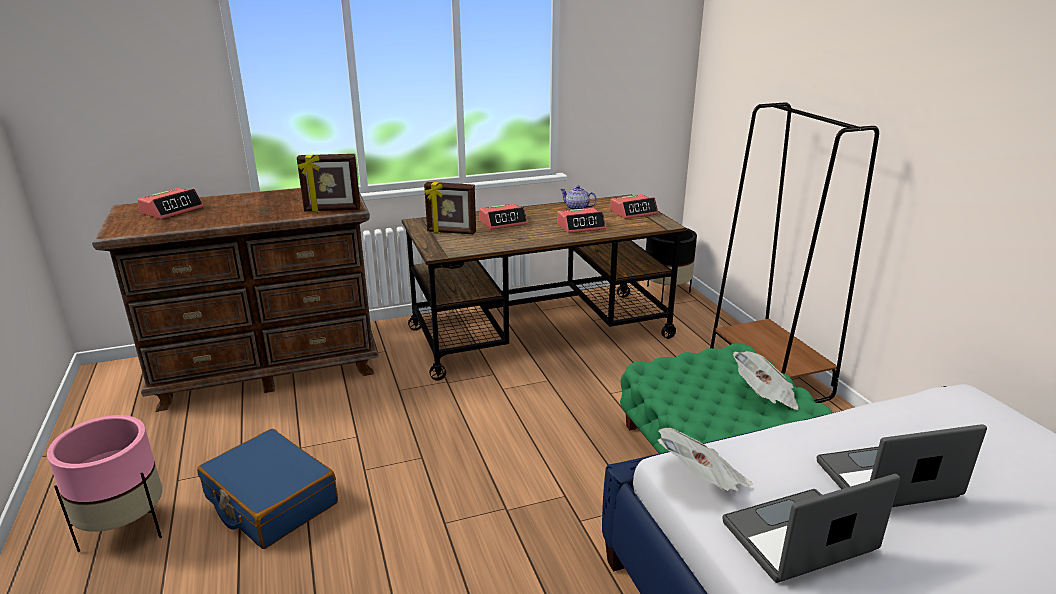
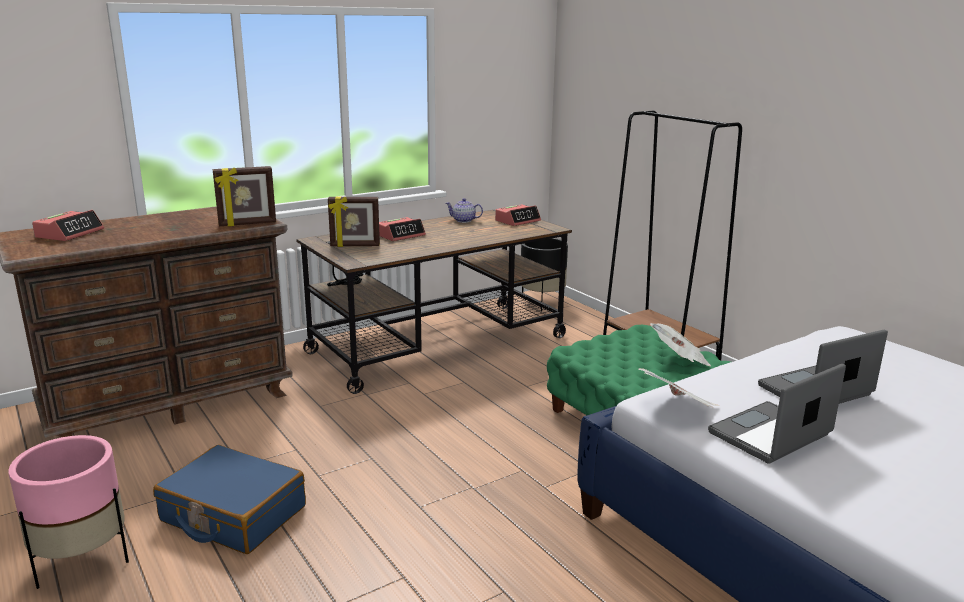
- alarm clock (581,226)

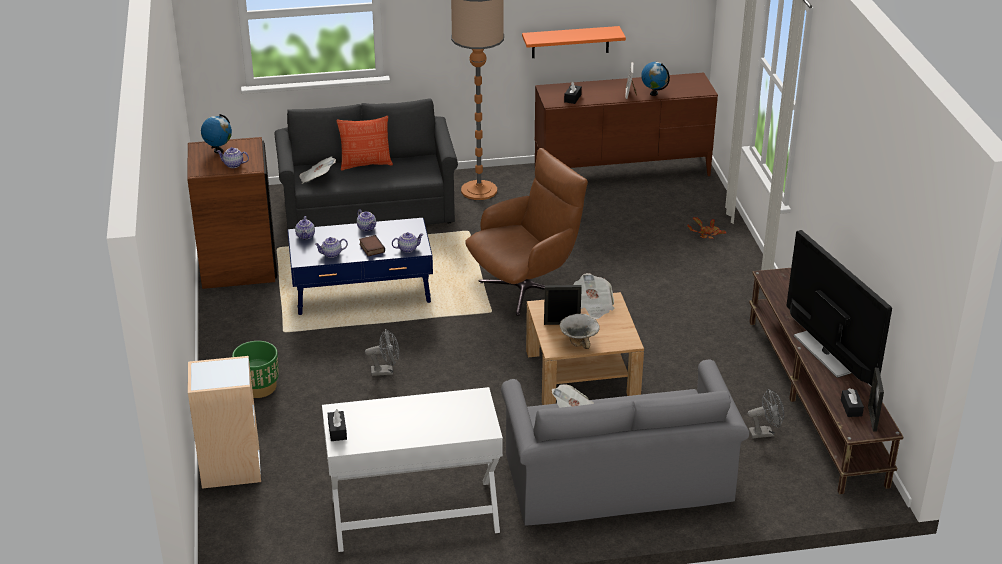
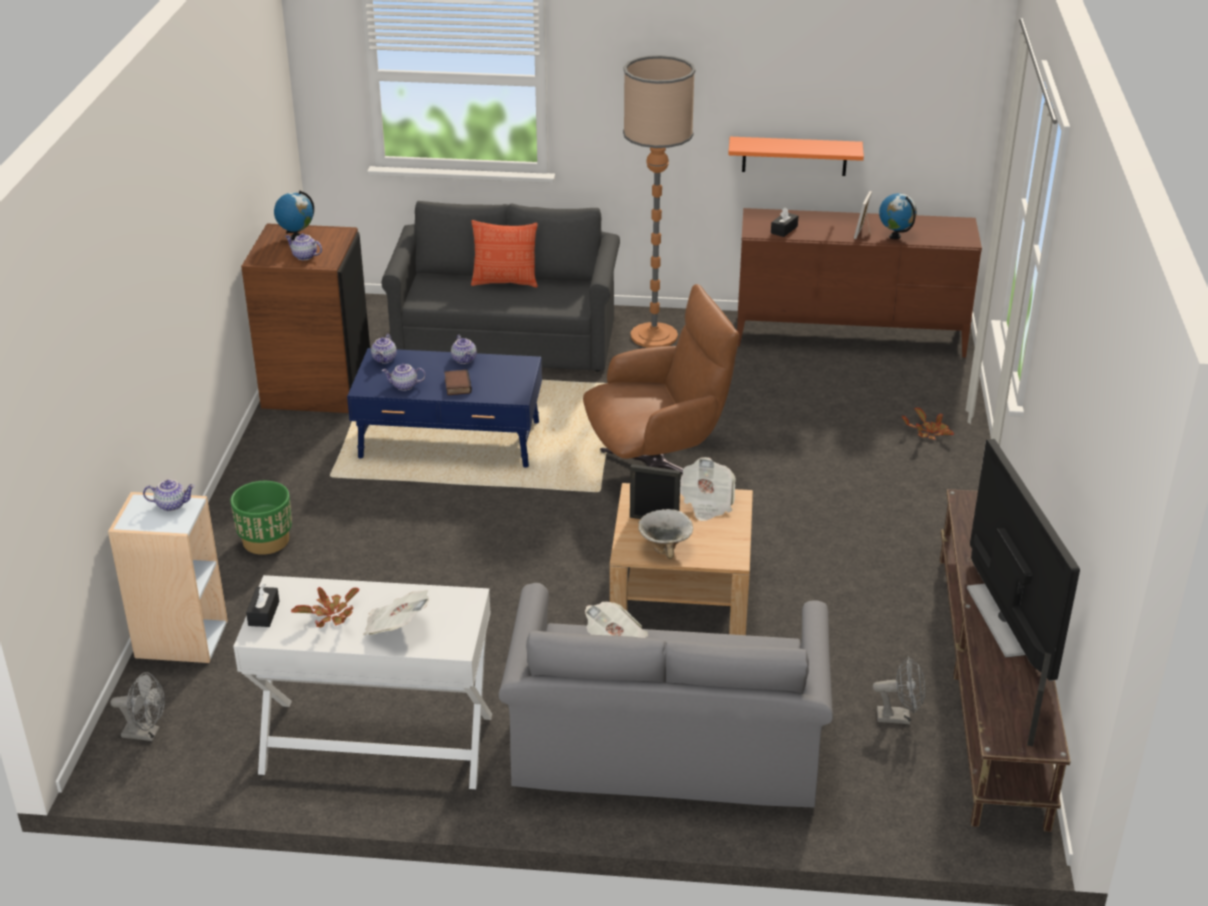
~ grey fan (386,371) to (146,733)
~ teapot (408,249) to (172,505)
+ potted plant (331,616)
~ newspaper (317,179) to (396,627)
- black tissue box (851,408)

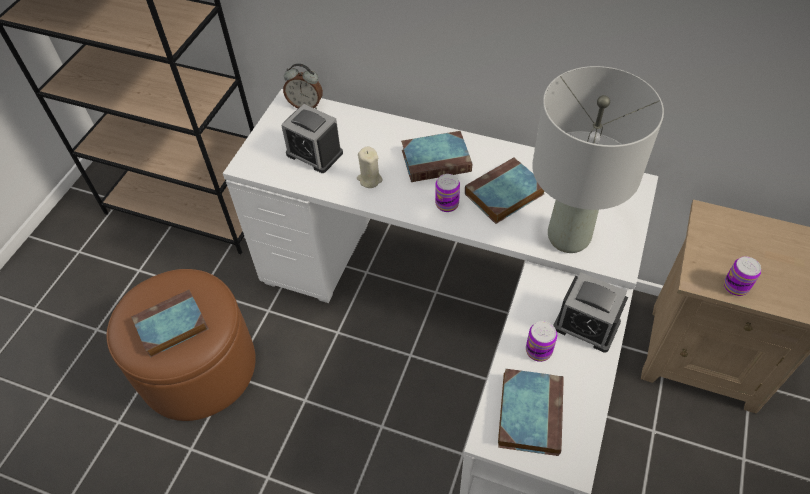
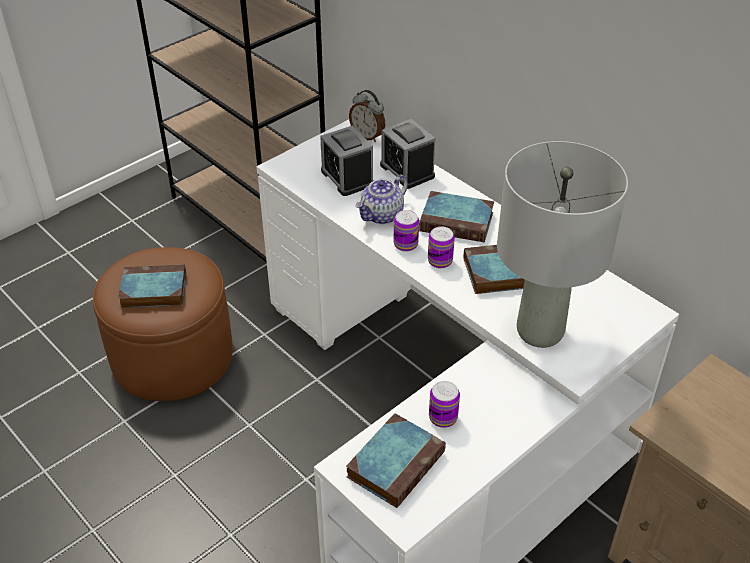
~ beige candle (369,179) to teapot (382,215)
~ alarm clock (586,325) to (407,171)
~ can (735,286) to (405,244)

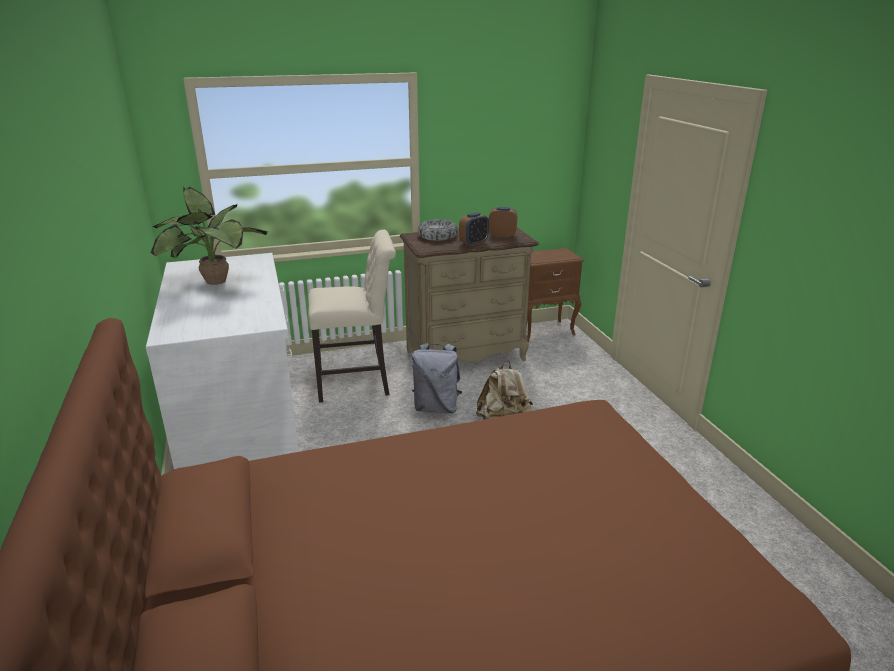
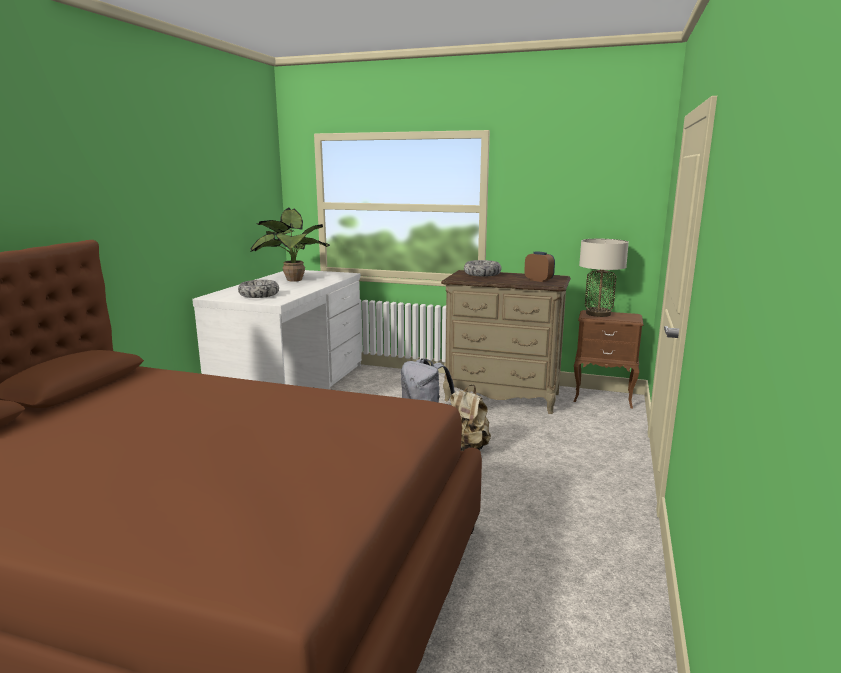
+ bowl (259,295)
+ table lamp (598,314)
- beige stool (358,383)
- alarm clock (473,243)

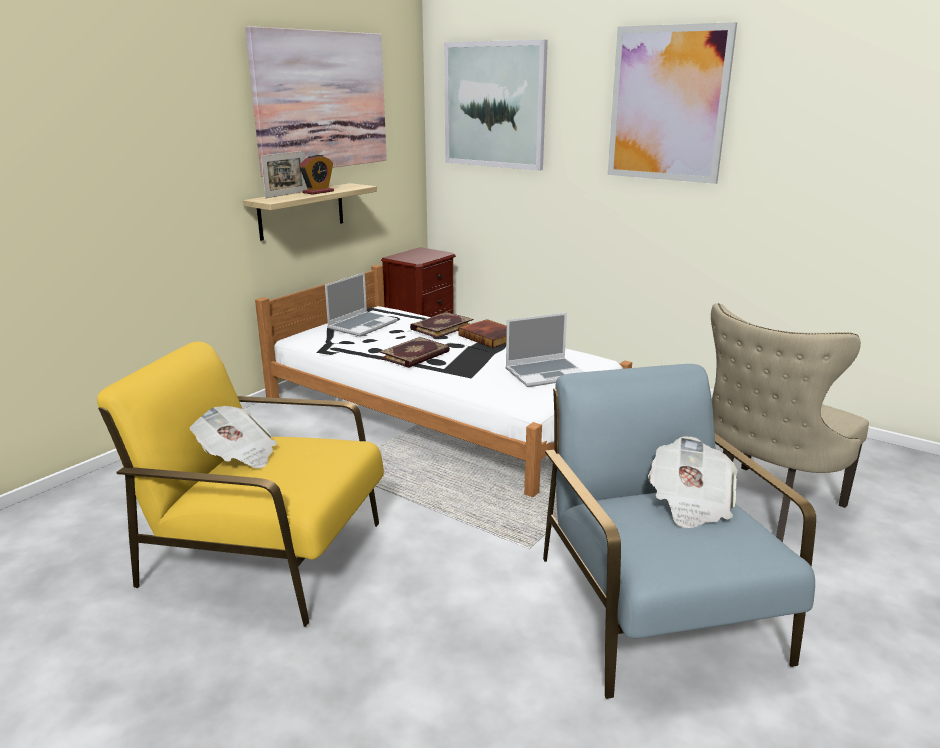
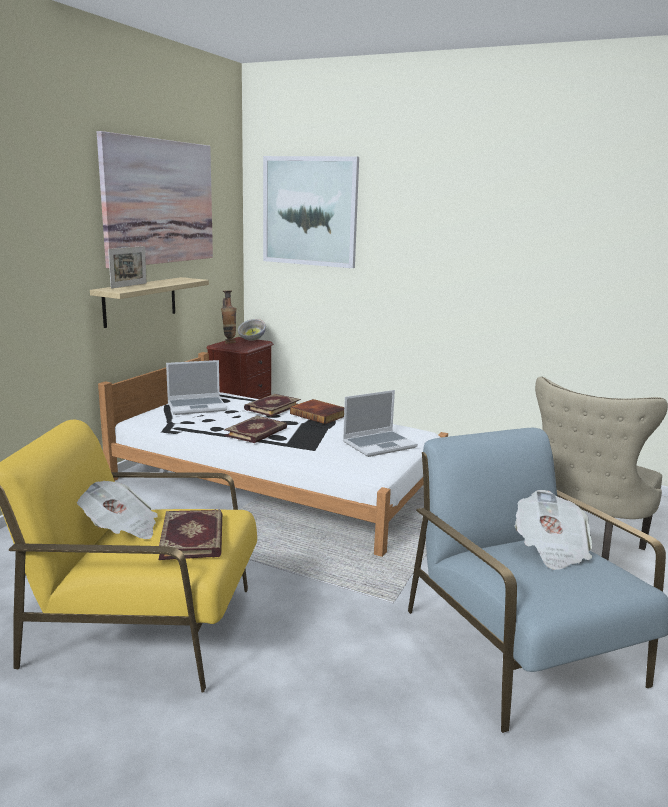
+ book (193,537)
~ laptop (362,325) = (197,406) 45 degrees clockwise
+ vase (229,343)
+ bowl (252,339)
- alarm clock (318,192)
- picture (668,104)

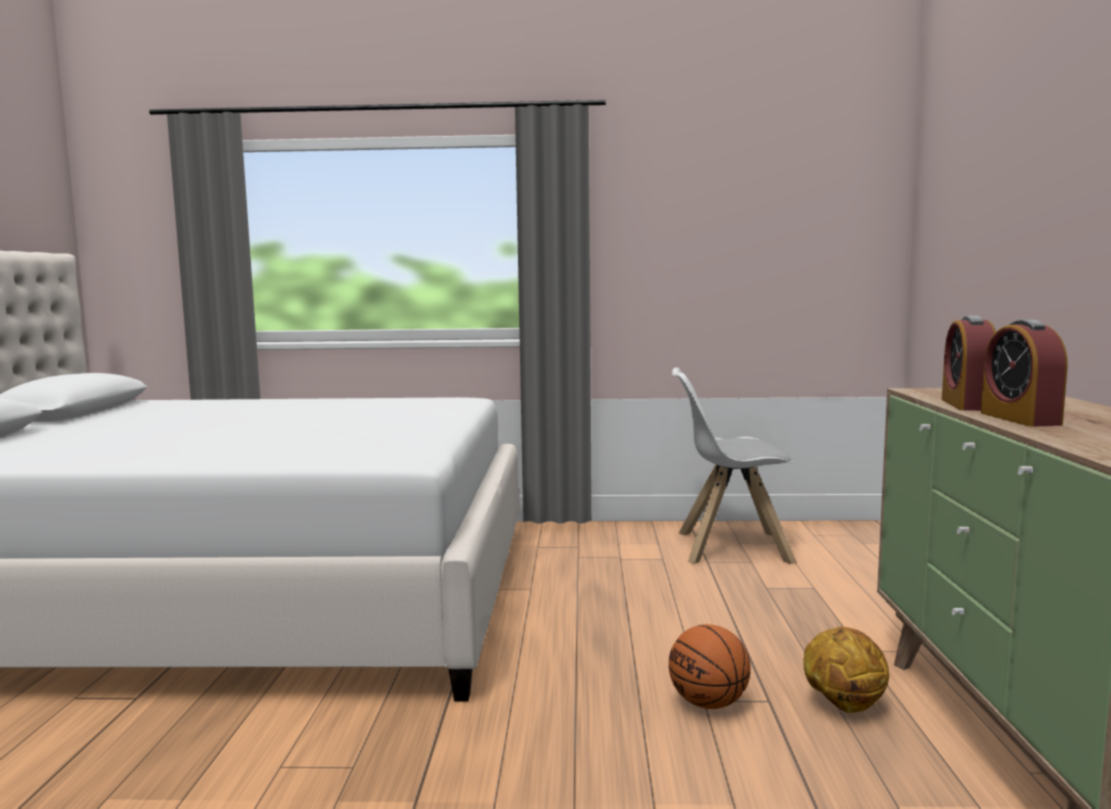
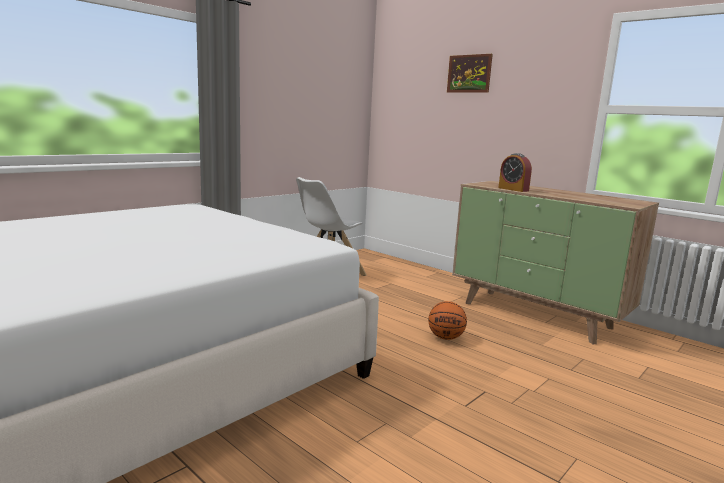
+ picture (469,73)
- basketball (843,704)
- alarm clock (1019,419)

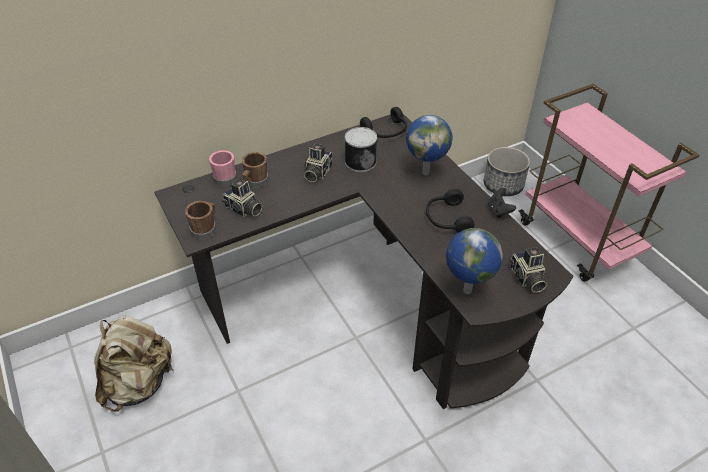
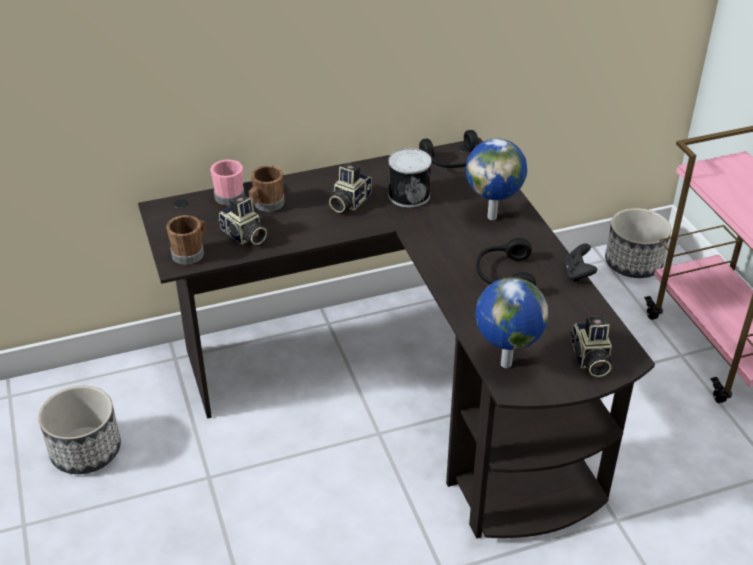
~ beige backpack (139,383) to planter (85,450)

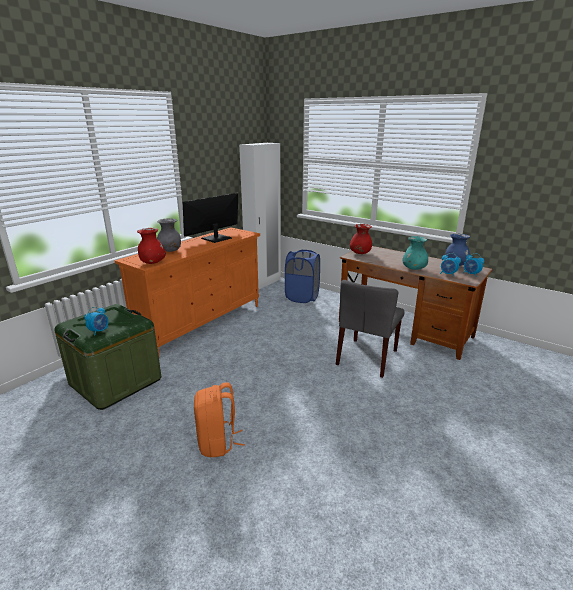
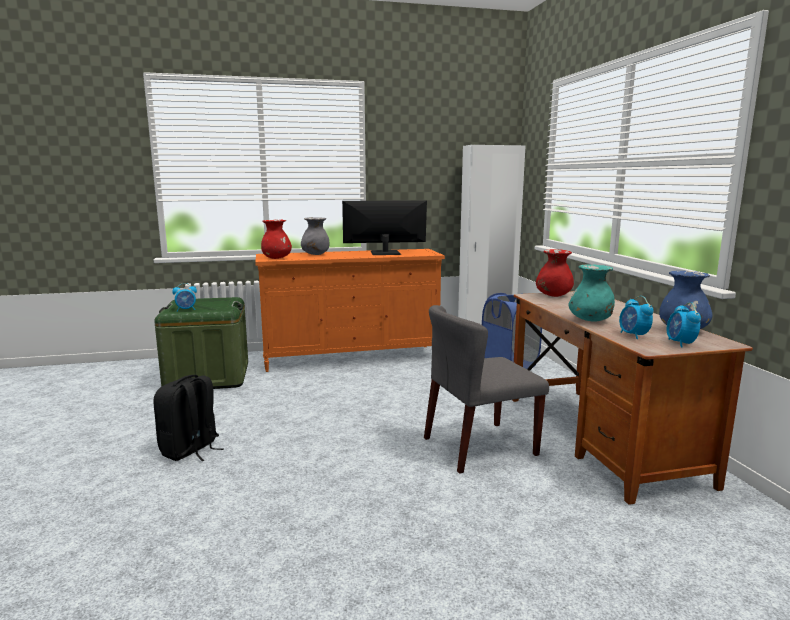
~ orange backpack (218,443) to black backpack (190,450)

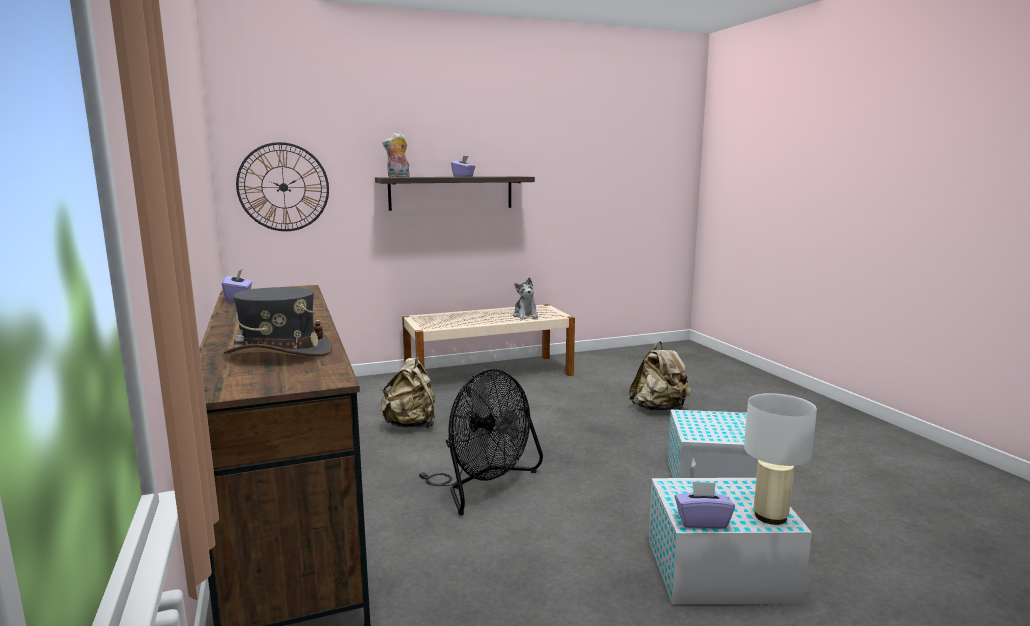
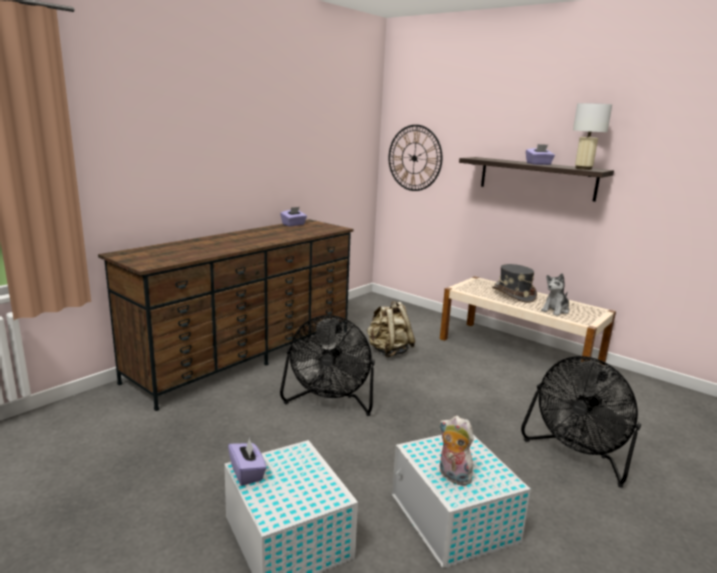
~ plush toy (398,177) to (452,476)
~ grey hat (278,352) to (513,295)
~ beige backpack (659,409) to black fan (575,452)
~ white table lamp (769,516) to (583,169)

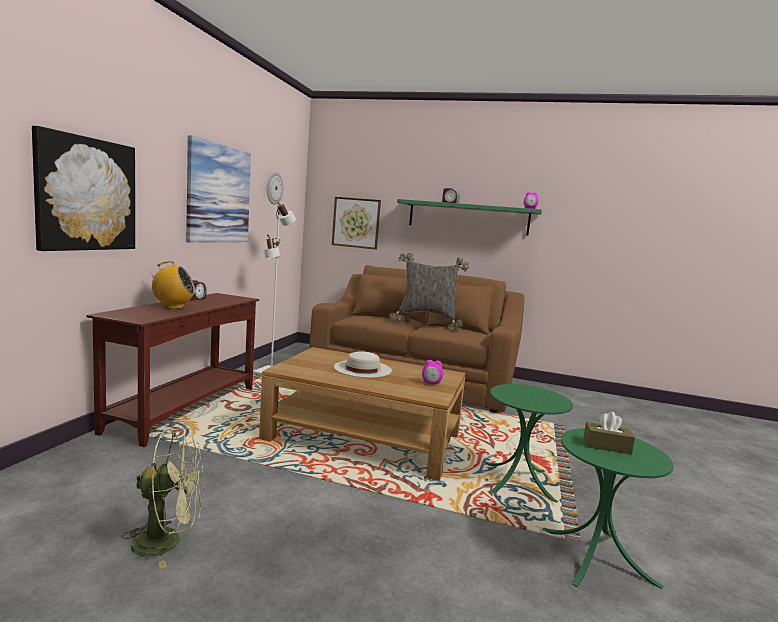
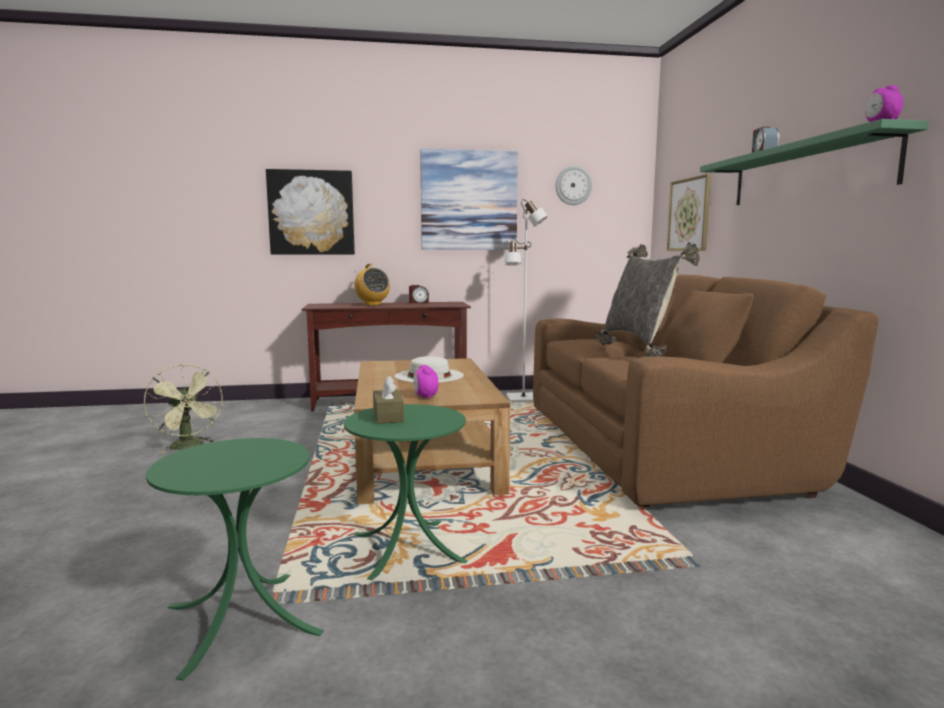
~ brown tissue box (606,446) to (388,416)

